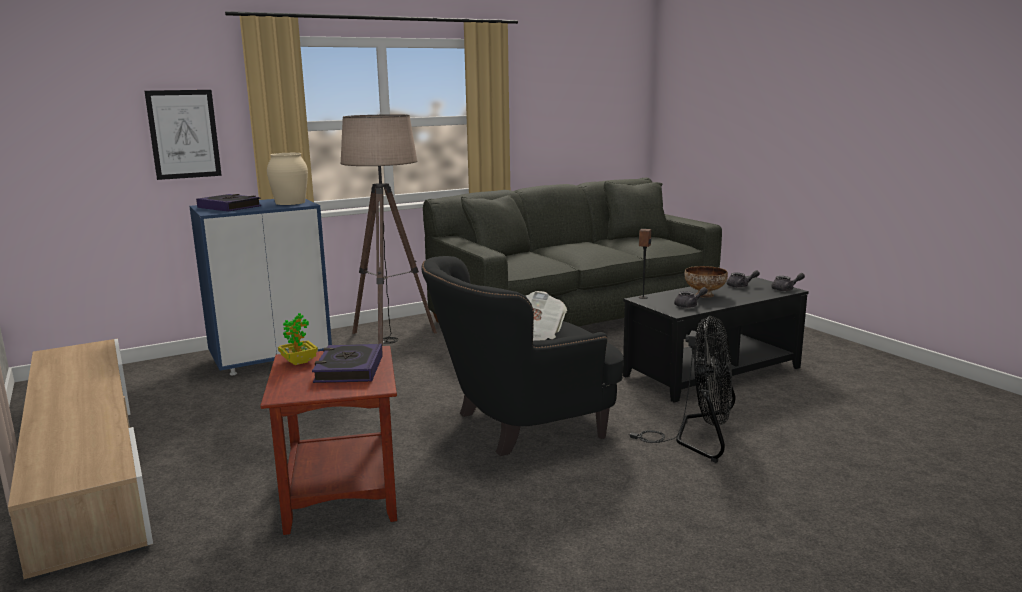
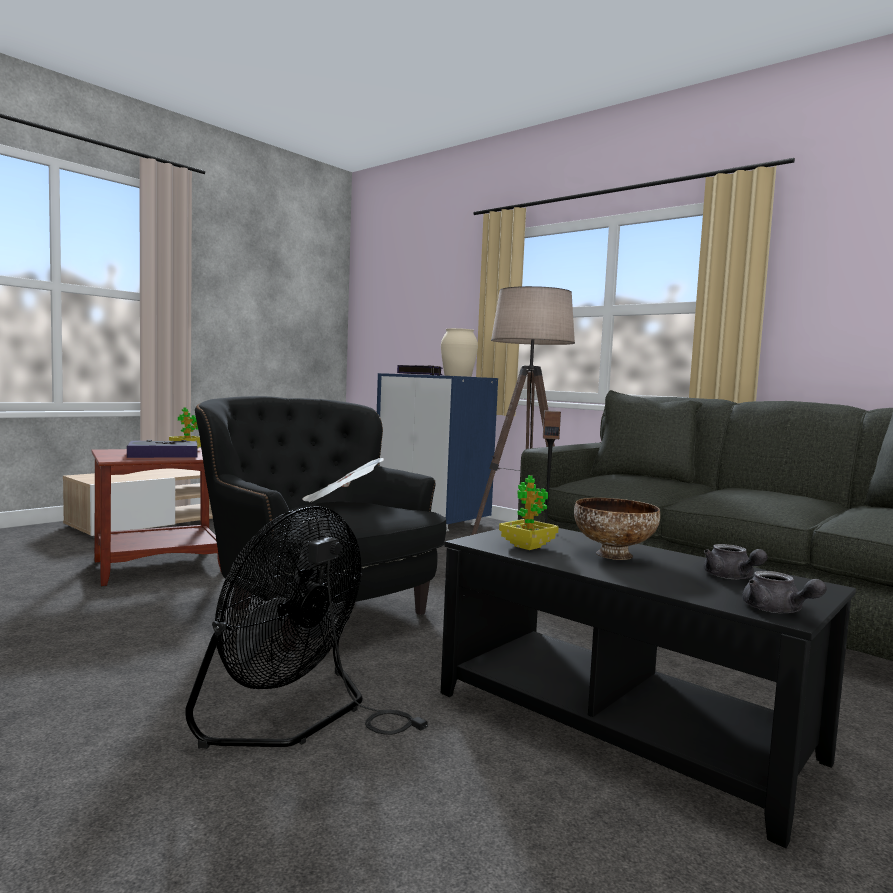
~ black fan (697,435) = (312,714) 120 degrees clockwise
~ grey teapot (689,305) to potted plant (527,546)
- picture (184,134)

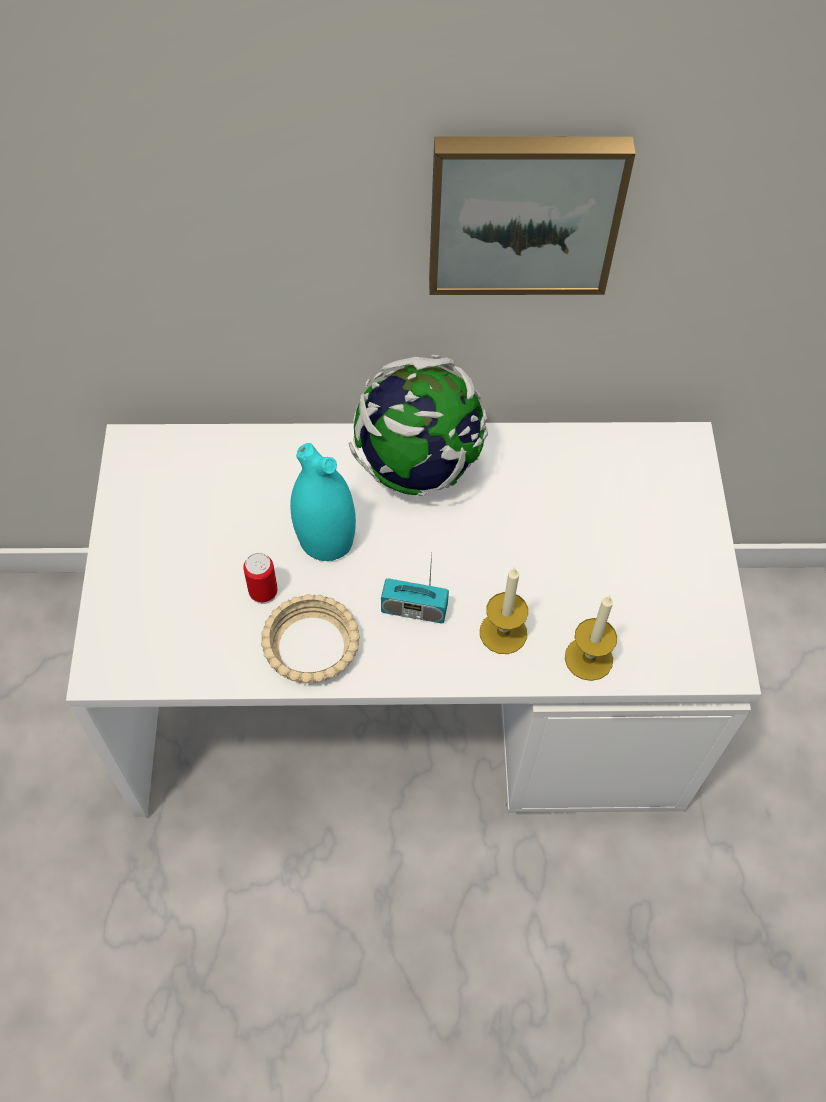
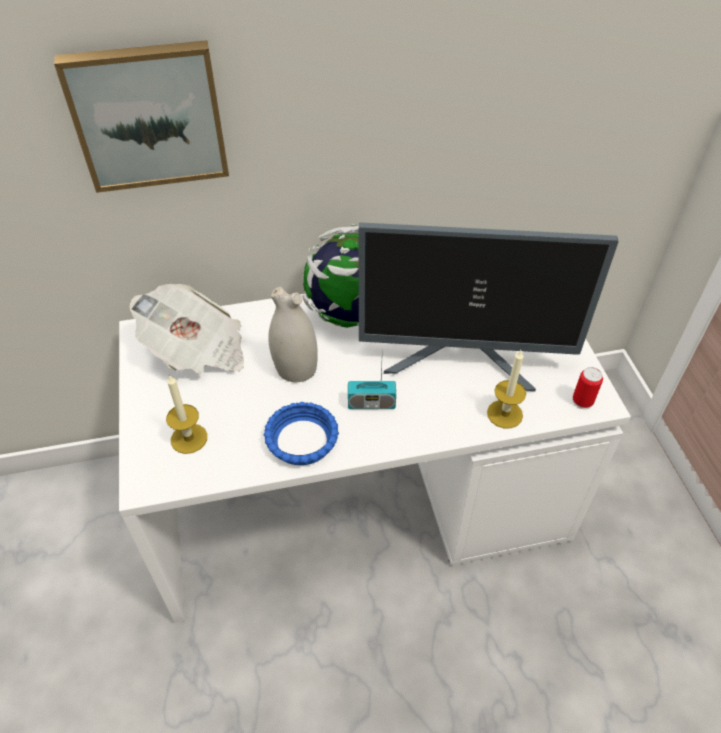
~ picture (524,212) to (148,115)
+ newspaper (197,350)
~ candle (503,632) to (189,438)
~ beige bowl (310,645) to blue bowl (301,439)
~ turquoise vase (325,538) to white vase (295,368)
+ monitor (464,360)
~ can (263,592) to (582,401)

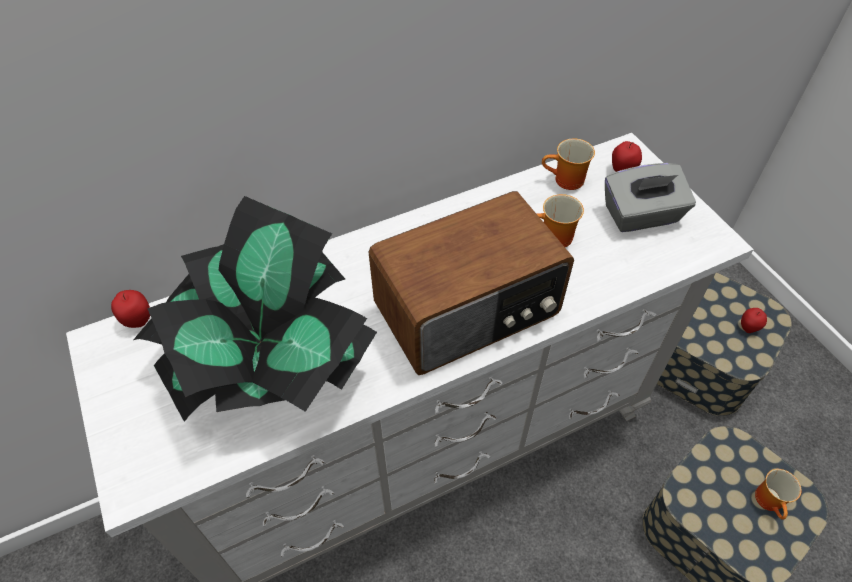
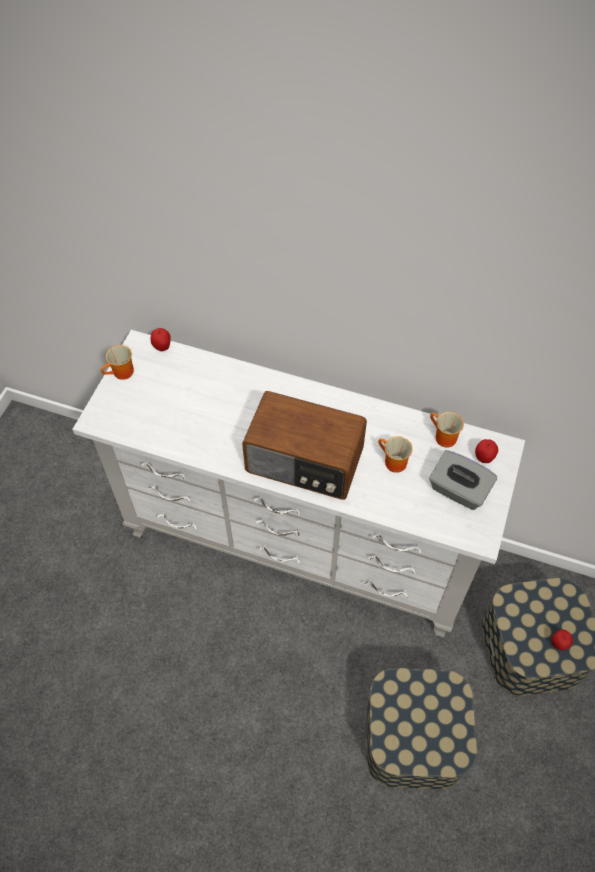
~ mug (771,502) to (122,374)
- potted plant (269,368)

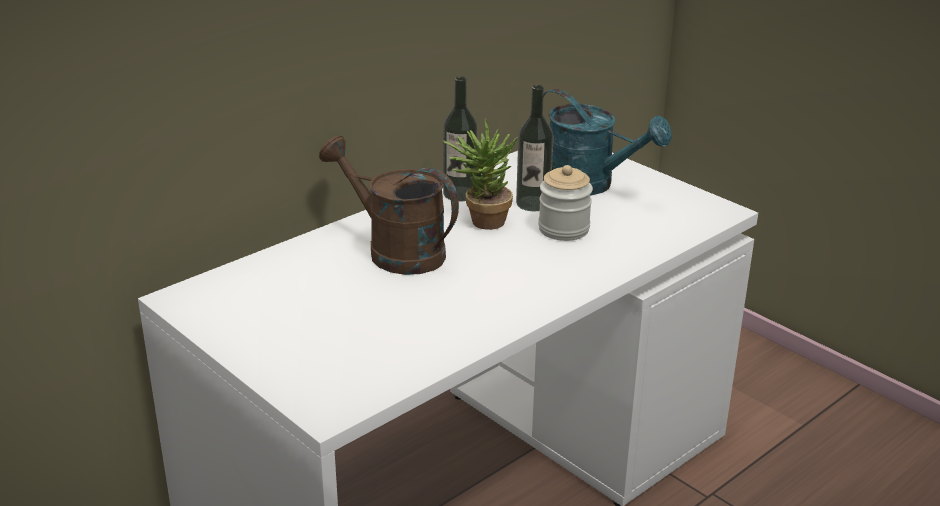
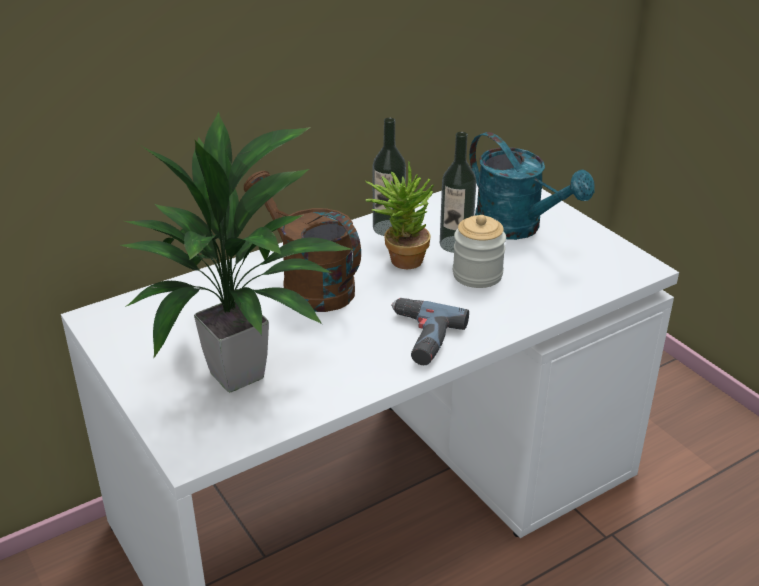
+ potted plant (240,374)
+ power drill (419,338)

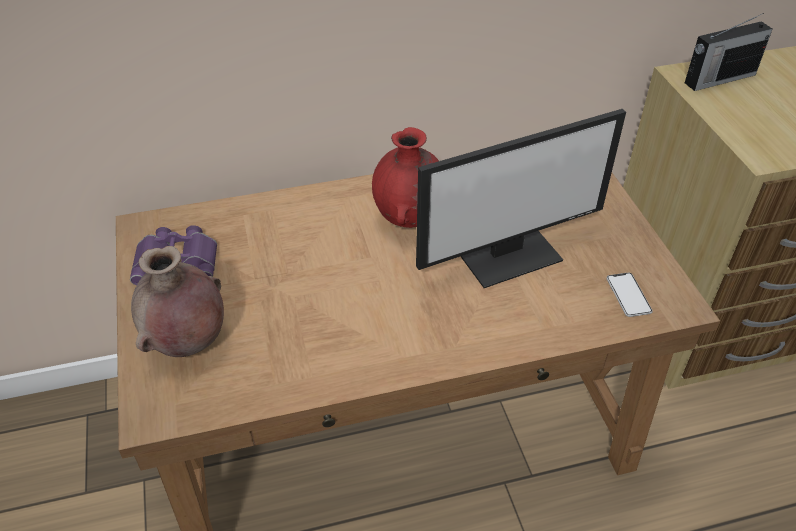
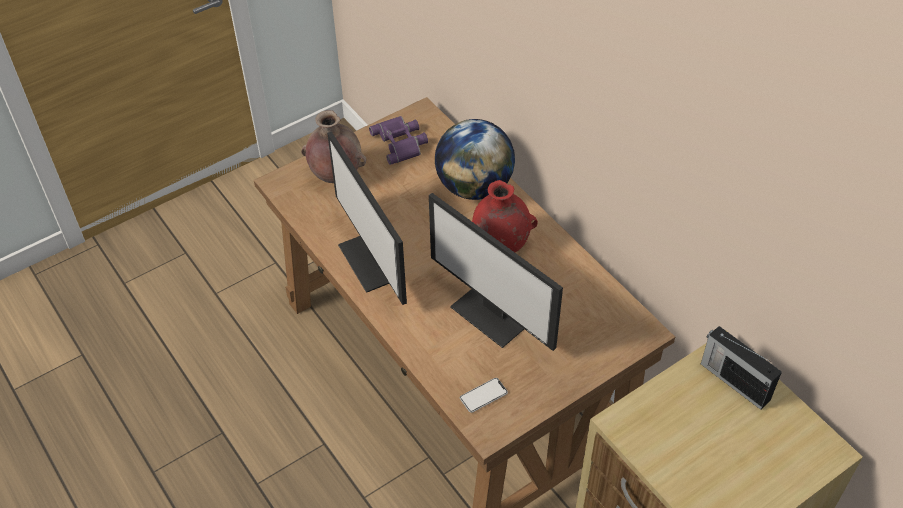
+ monitor (373,261)
+ globe (474,187)

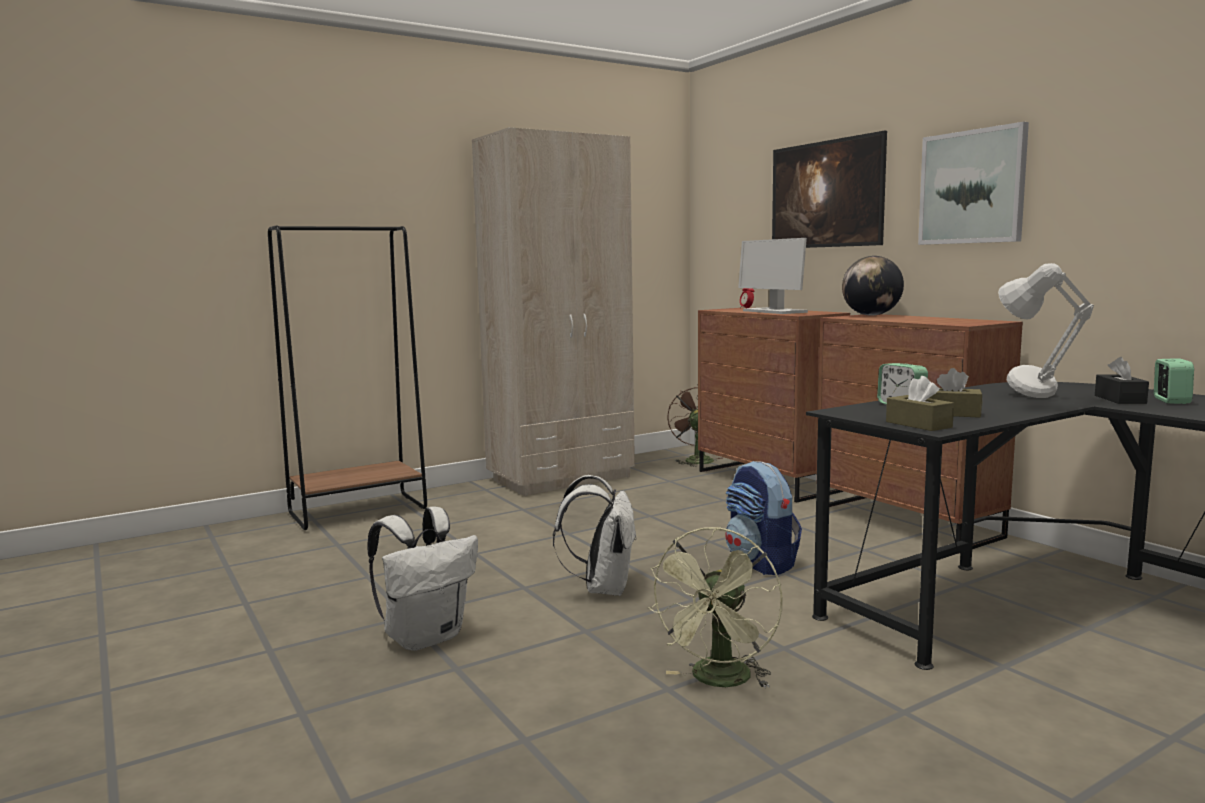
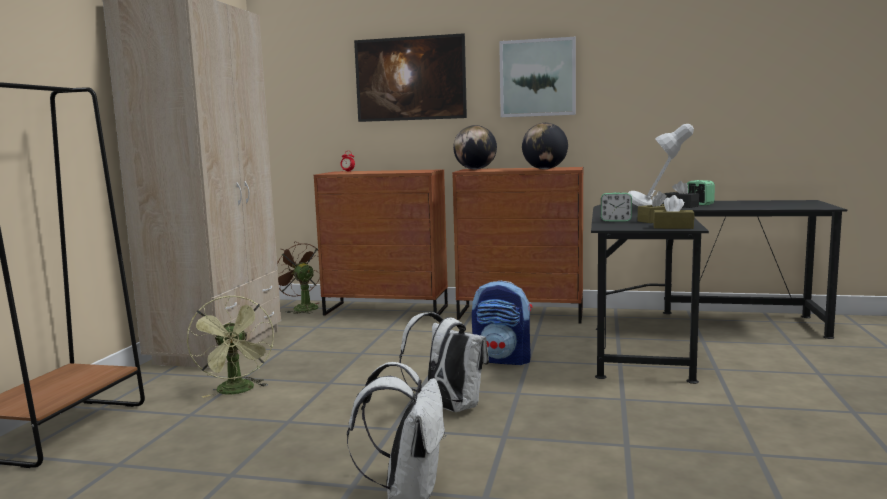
~ green fan (719,681) to (237,391)
+ globe (544,169)
- monitor (773,311)

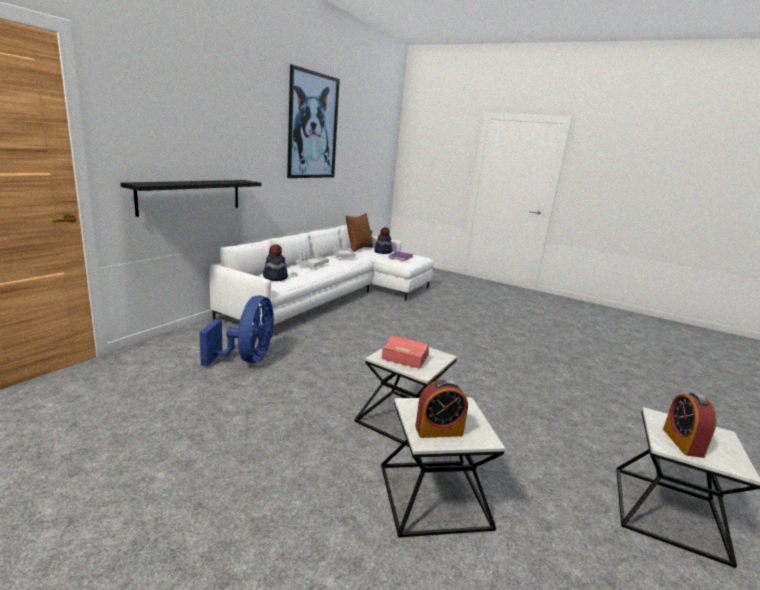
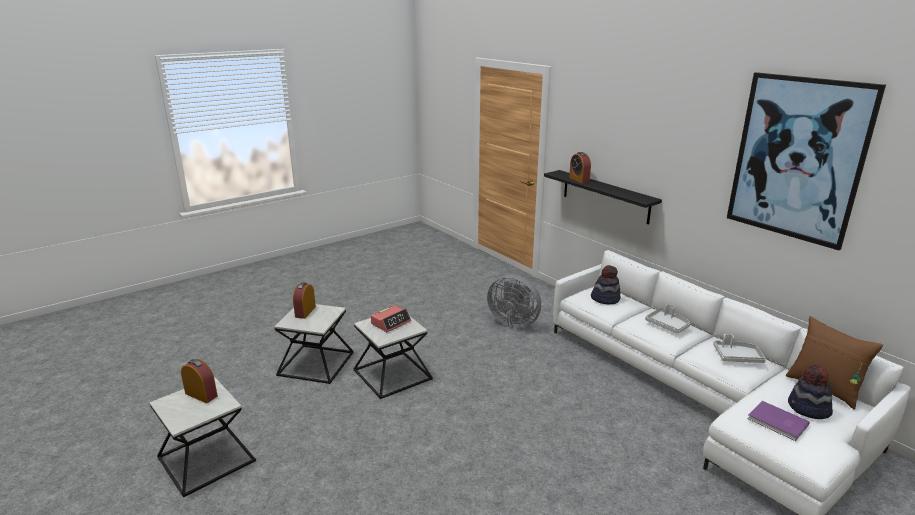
~ blue fan (247,359) to grey fan (514,322)
+ alarm clock (579,179)

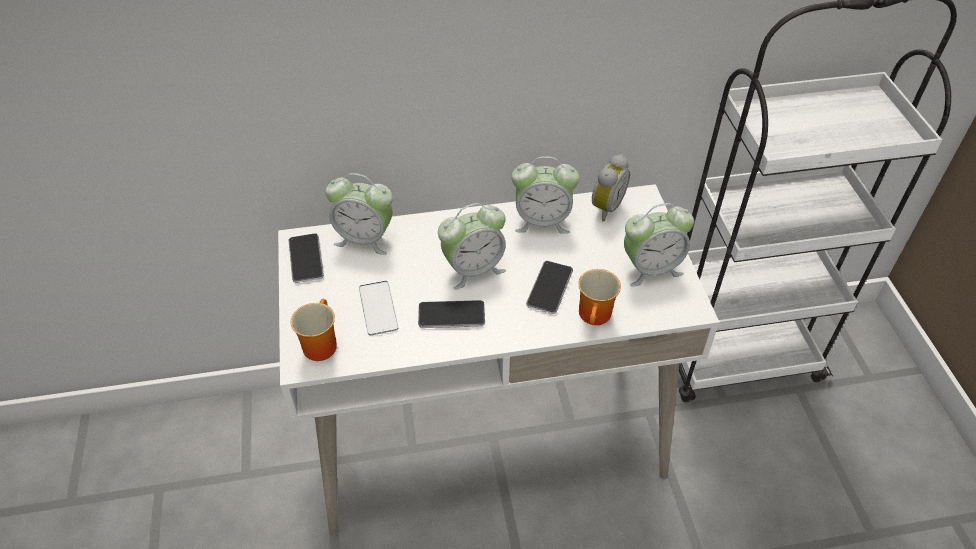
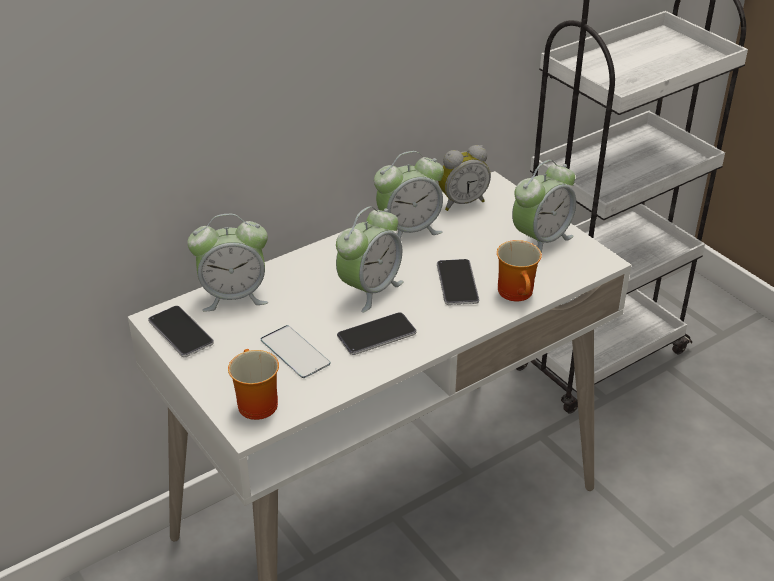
~ alarm clock (605,207) = (461,202) 60 degrees clockwise

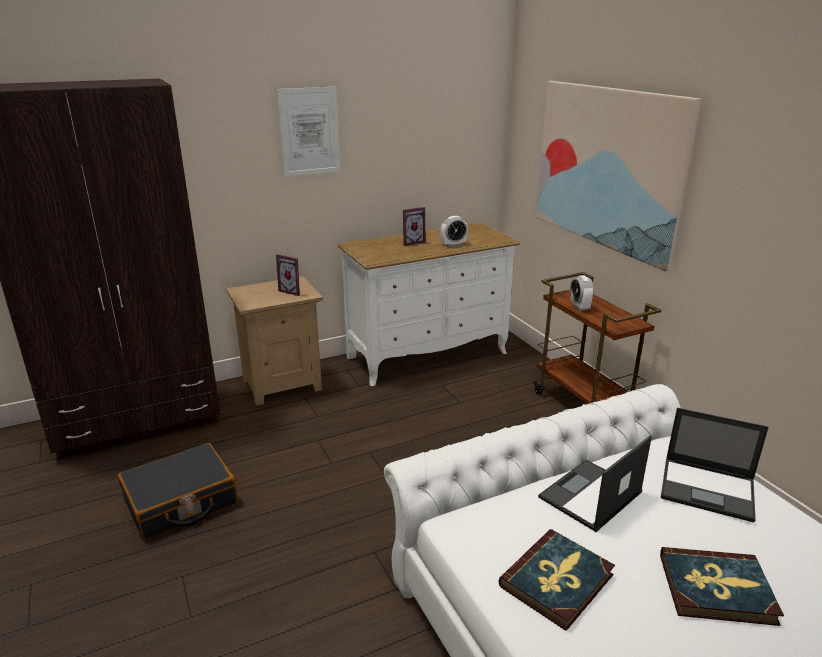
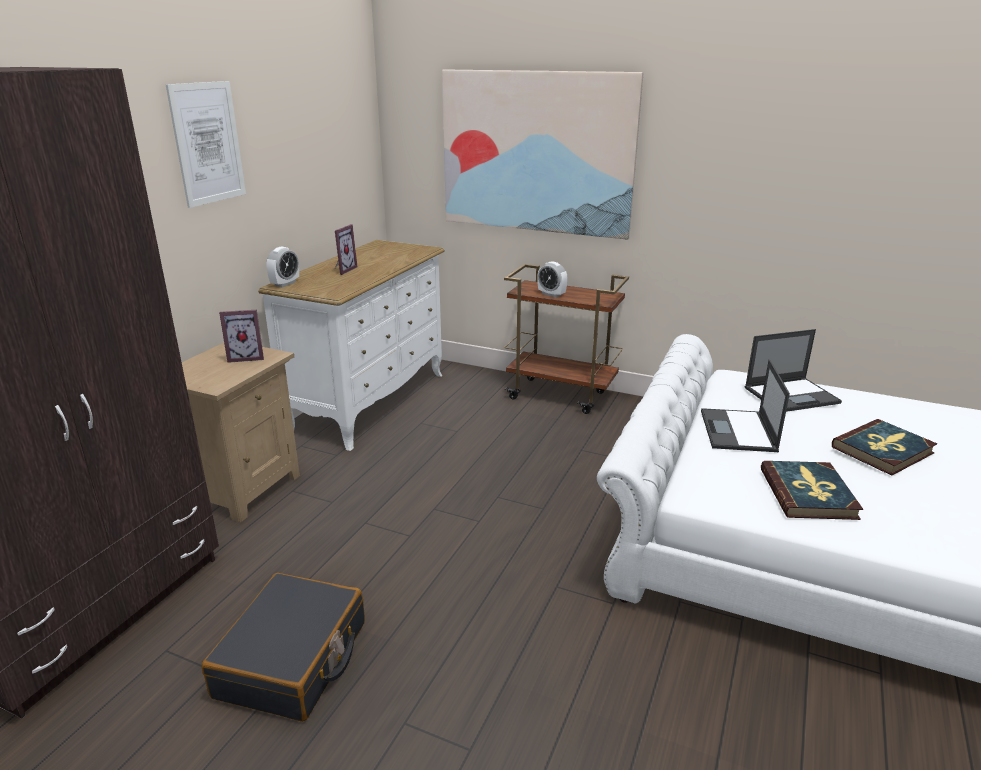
~ alarm clock (453,245) to (285,284)

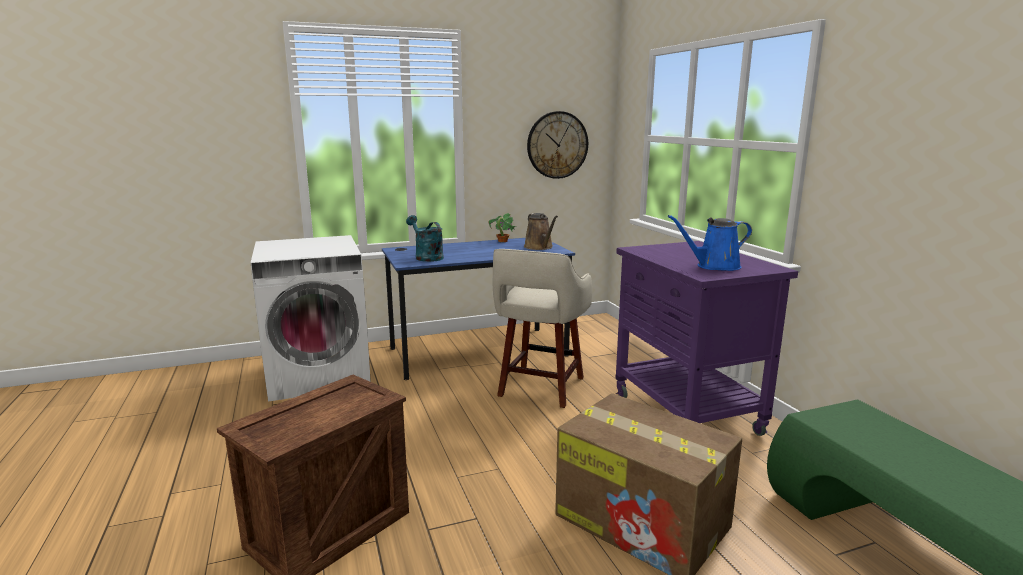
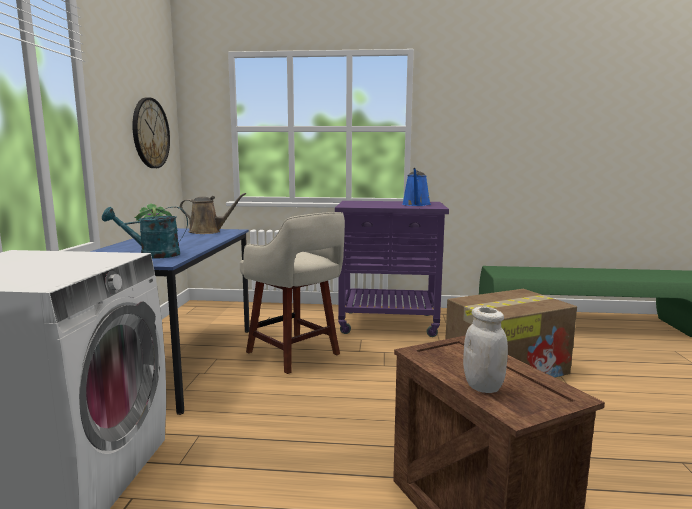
+ white jar (483,386)

